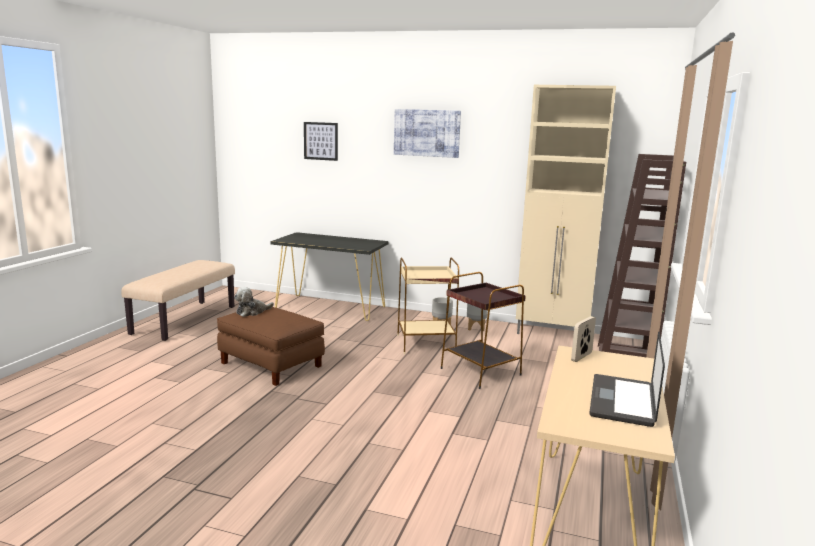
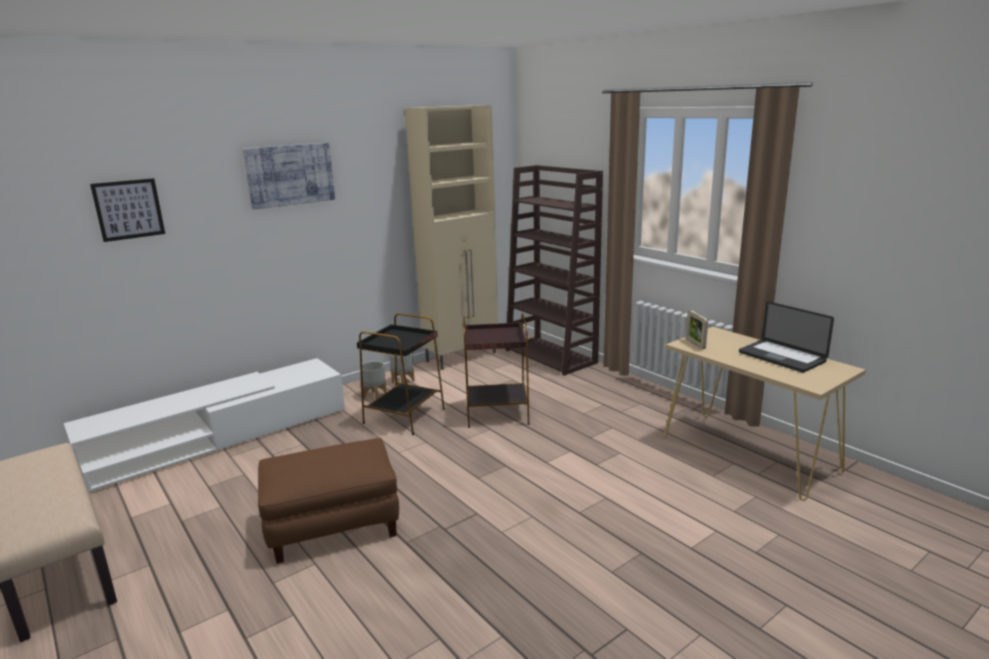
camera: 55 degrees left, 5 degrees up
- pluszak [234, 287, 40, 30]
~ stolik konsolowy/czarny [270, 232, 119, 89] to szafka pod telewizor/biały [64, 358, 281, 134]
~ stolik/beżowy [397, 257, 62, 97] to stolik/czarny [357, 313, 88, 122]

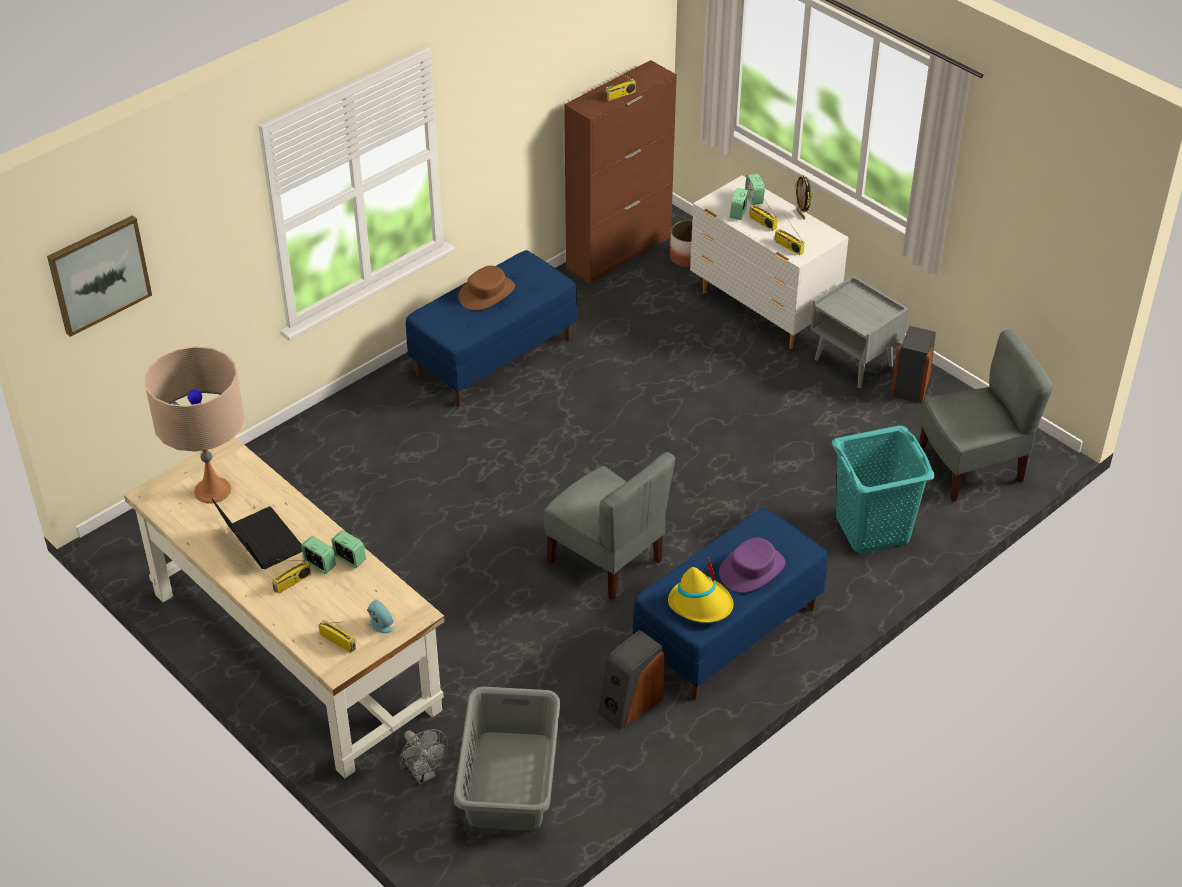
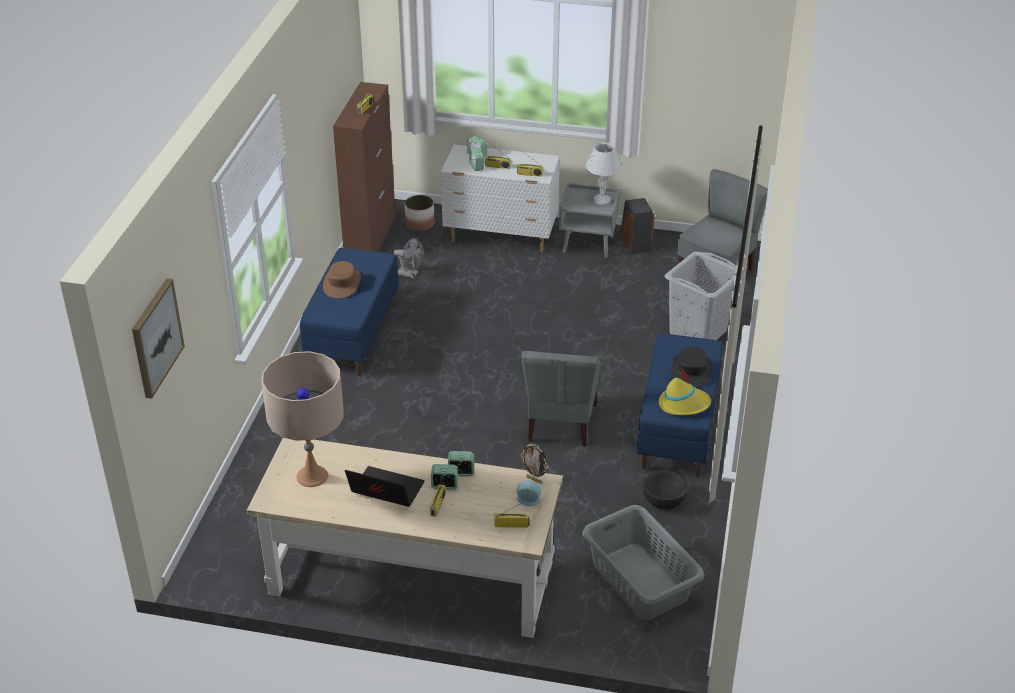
camera: 35 degrees left, 5 degrees down
~ wentylator/szary [399, 729, 49, 56] to [393, 237, 31, 42]
~ krzesło/szary [544, 452, 131, 149] = [522, 351, 78, 95] 90 degrees clockwise
~ głośnik [597, 630, 68, 100] to miska/czarny [643, 470, 45, 40]
~ kapelusz/fioletowy [719, 537, 66, 56] to kapelusz/czarny [672, 346, 40, 42]
~ ramka na zdjęcie [795, 175, 16, 45] to [521, 444, 27, 40]
~ kosz na pranie/turkusowy [832, 425, 103, 128] to kosz na pranie/szary [665, 252, 71, 88]
+ lampa stołowa/biały [586, 143, 36, 62]

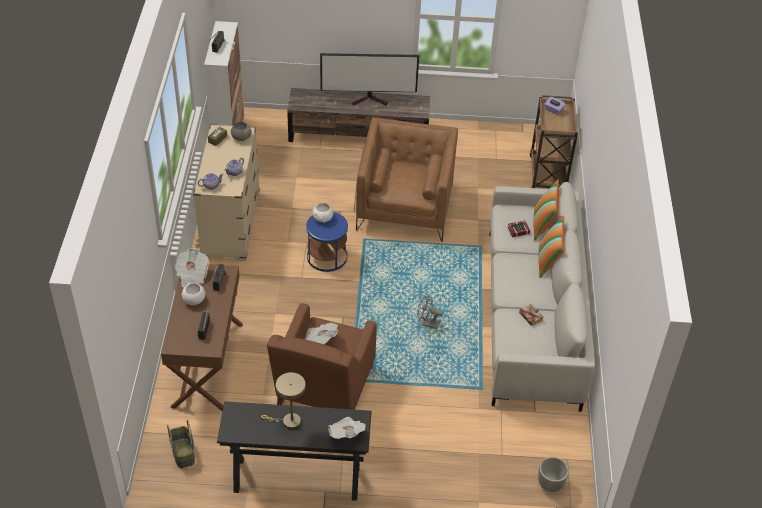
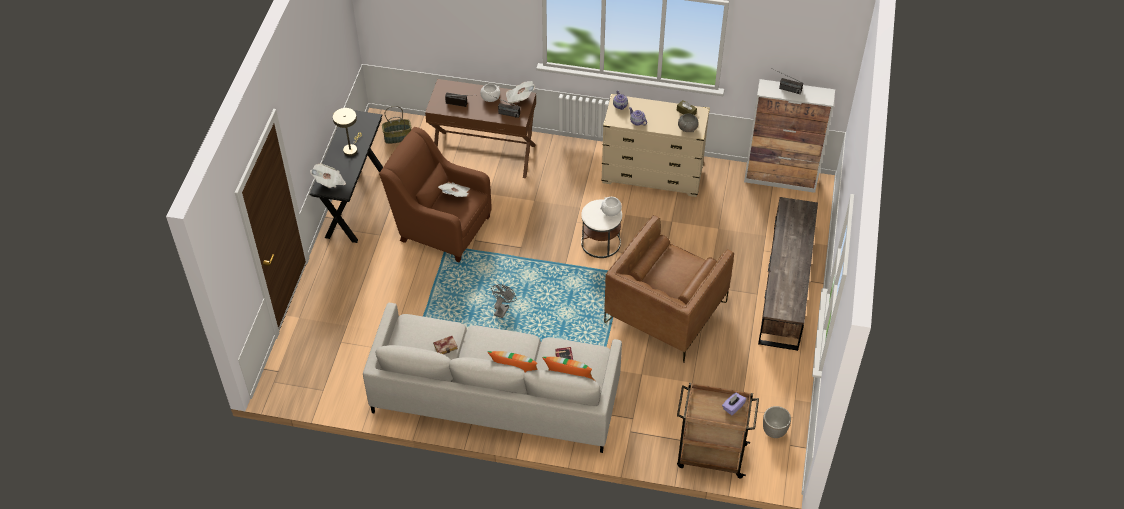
camera: 100 degrees right, 5 degrees up
~ stolik/niebieski [306, 212, 42, 60] to stolik/biały [581, 199, 41, 59]
- telewizor [320, 53, 99, 52]
~ fotel/brązowy [356, 117, 102, 125] = [604, 215, 130, 148] 105 degrees clockwise
~ donica [538, 457, 31, 35] to [763, 406, 28, 32]

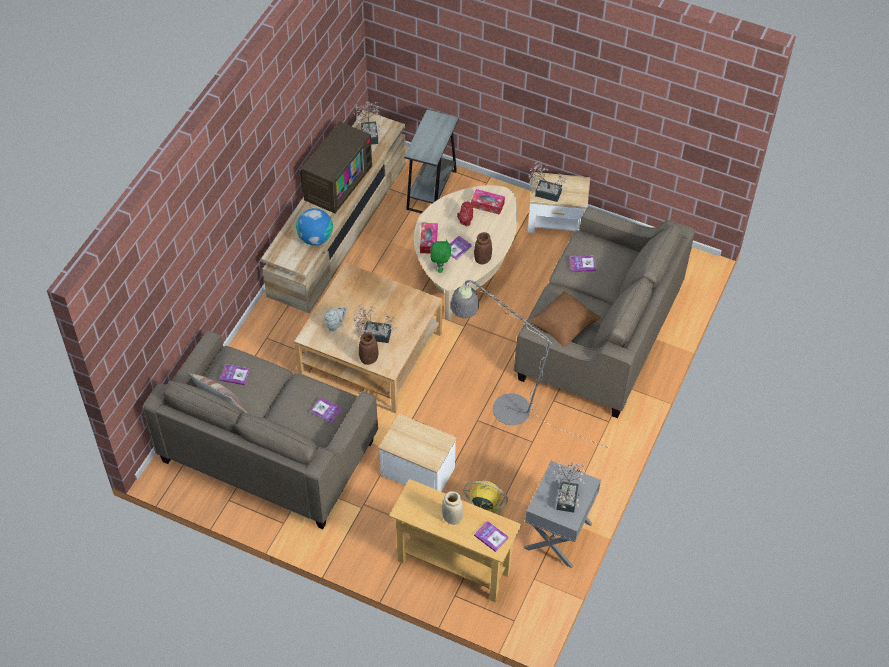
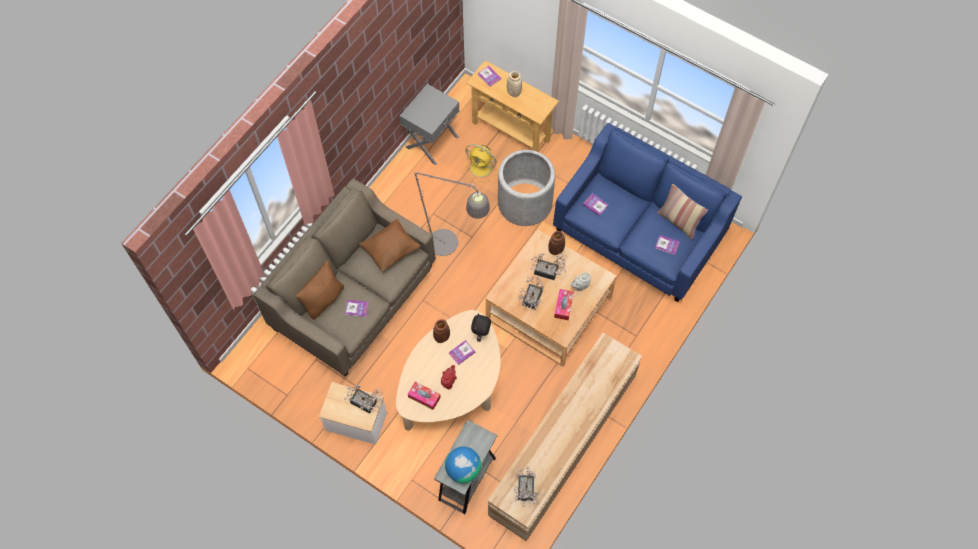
camera: 170 degrees left, 10 degrees up
~ kanapa/beżowy [142, 330, 236, 199] to kanapa/niebieski [553, 123, 189, 179]
~ globus [296, 208, 37, 38] to [445, 446, 36, 37]
- telewizor [300, 122, 72, 91]
~ stolik [379, 414, 77, 78] to donica/szary [498, 150, 57, 76]
~ pudełko chusteczek [420, 223, 18, 31] to [554, 289, 20, 31]
~ pluszak/zielony [430, 239, 21, 34] to pluszak/czarny [471, 313, 20, 29]
~ roślina doniczkowa [553, 462, 32, 51] to [518, 276, 26, 34]
+ poduszka/brązowy [295, 260, 49, 60]

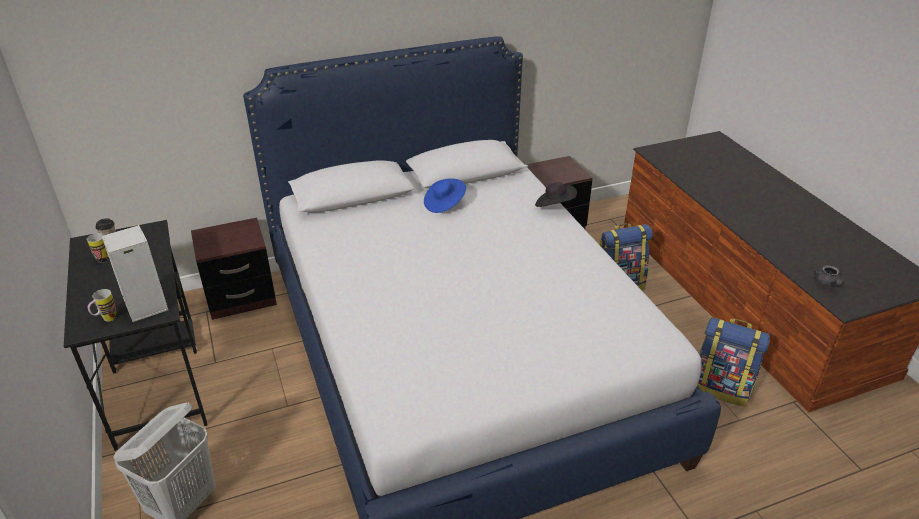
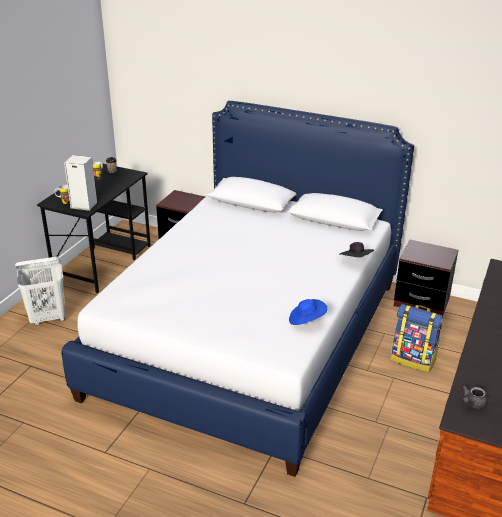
camera: 45 degrees right, 5 degrees down
~ kapelusz/niebieski [424, 178, 42, 35] to [289, 299, 39, 26]
- plecak [697, 317, 73, 90]

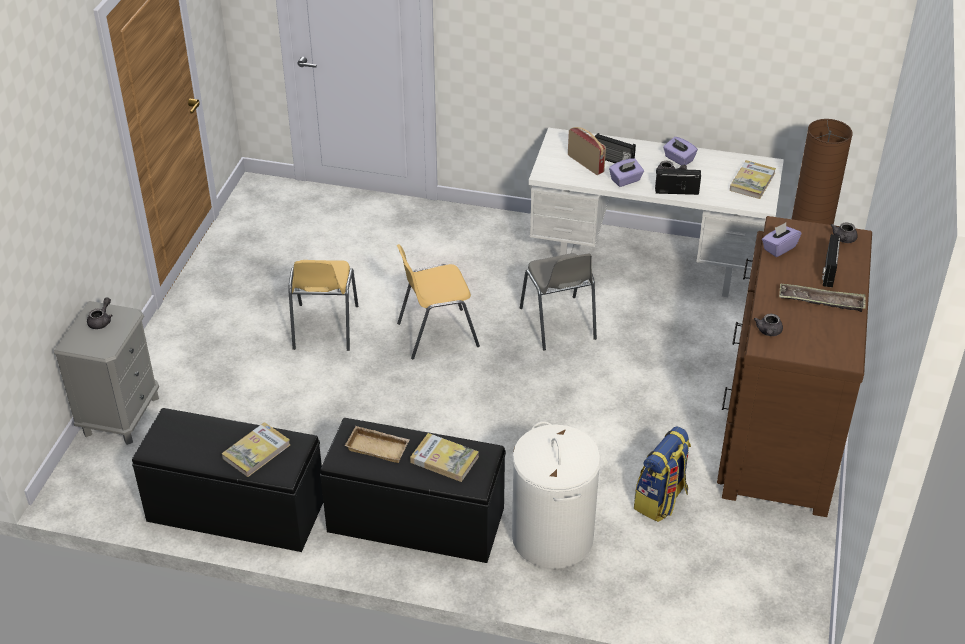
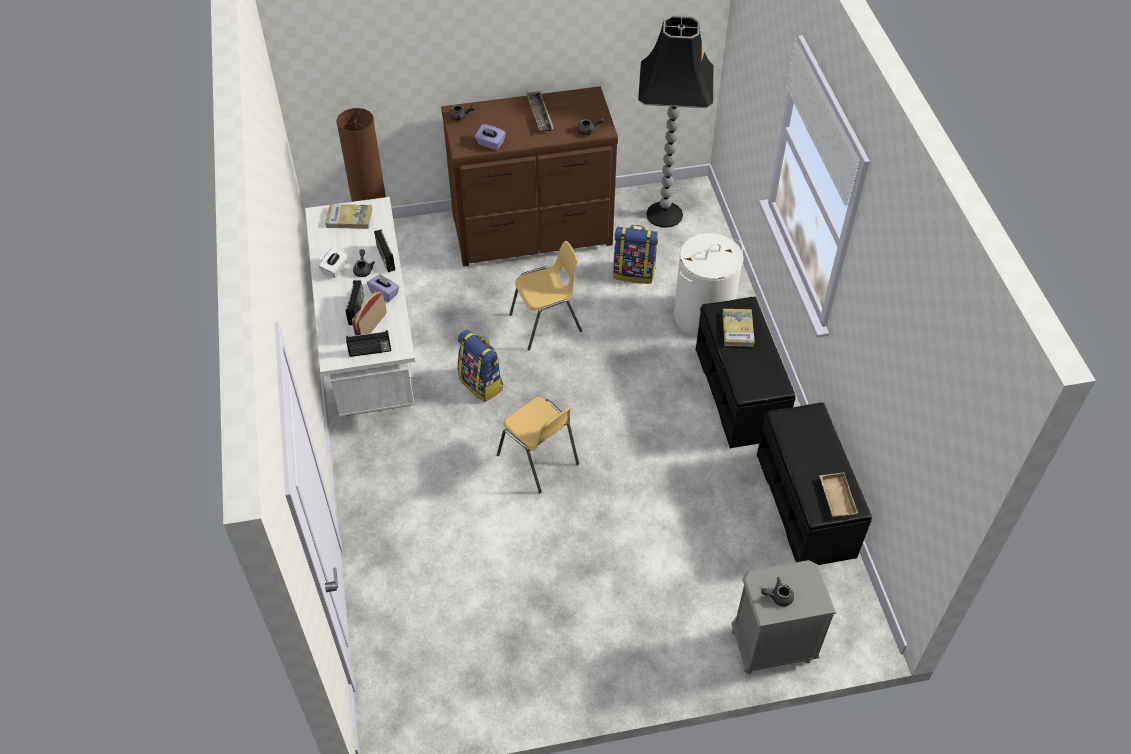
camera: 115 degrees left, 10 degrees up
- książka [222, 422, 68, 55]
~ krzesło/żółty [288, 260, 70, 91] to [509, 241, 73, 109]
~ taca/beżowy [345, 426, 65, 37] to [819, 472, 39, 46]
~ krzesło/szary [520, 253, 77, 98] to plecak [457, 330, 46, 72]
~ pudełko chusteczek/fioletowy [663, 137, 35, 28] to pudełko chusteczek/biały [319, 248, 29, 30]
~ radio [822, 234, 19, 53] to [346, 330, 45, 27]
+ lampa stojąca/czarny [638, 15, 76, 213]

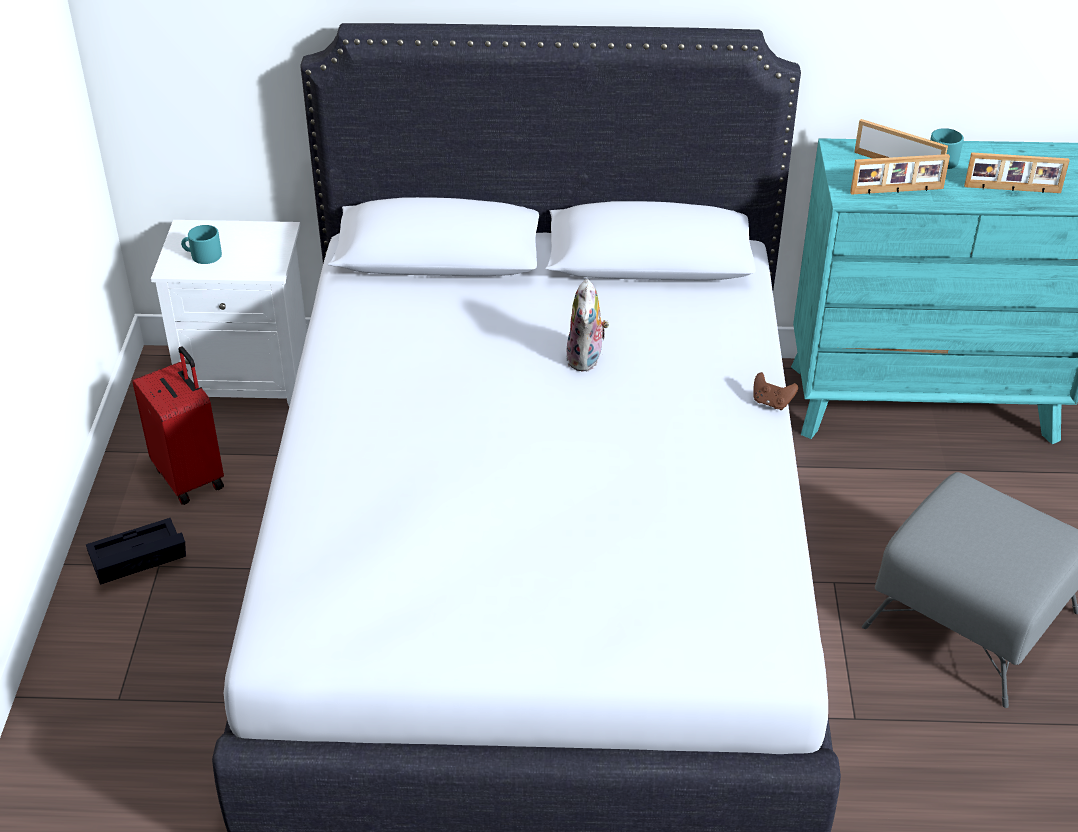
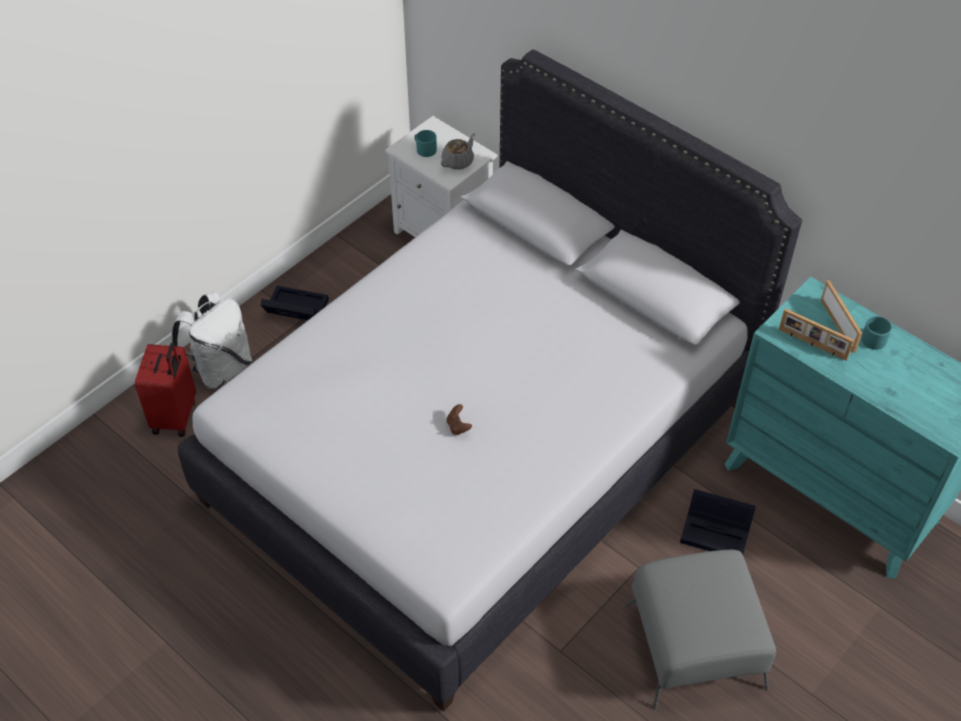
camera: 40 degrees right, 10 degrees up
~ walizka/czerwony [132, 346, 92, 159] to [135, 342, 61, 95]
- pluszak [566, 279, 43, 92]
~ pad do gier/brązowy [753, 372, 45, 38] to [447, 404, 25, 31]
- ramka na zdjęcie [964, 152, 106, 41]
+ plecak/biały [172, 292, 80, 97]
+ imbryk/szary [441, 133, 35, 37]
+ pojemnik do przechowywania/czarny [680, 489, 76, 65]

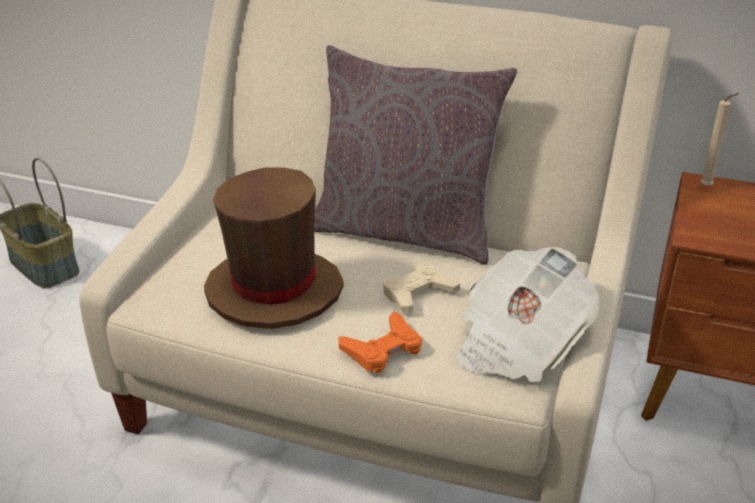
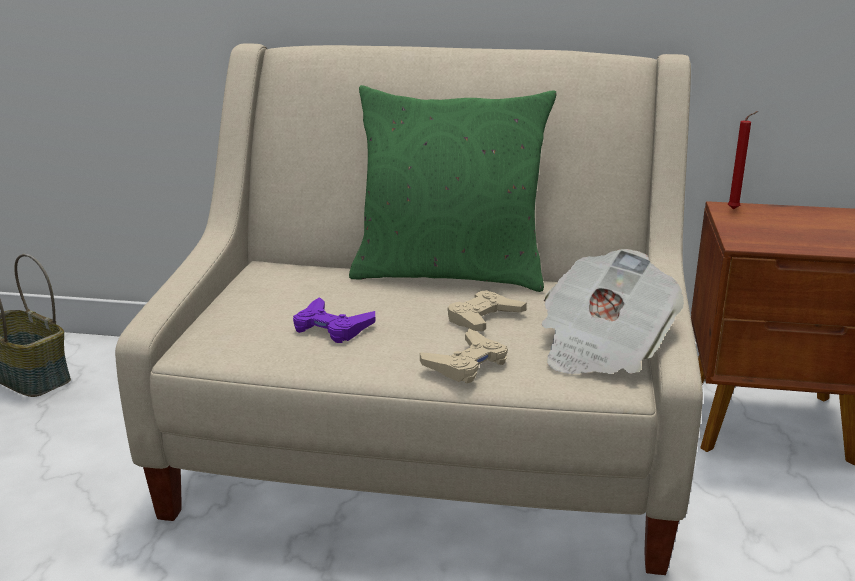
camera: 10 degrees left, 10 degrees down
~ kapelusz/brązowy [204, 167, 140, 162] to pad do gier/fioletowy [293, 297, 82, 46]
~ poduszka/szary [314, 45, 203, 220] to poduszka/zielony [349, 85, 208, 207]
~ pad do gier/pomarańczowy [338, 312, 84, 61] to pad do gier/beżowy [420, 329, 88, 54]
~ świeca/beżowy [700, 93, 40, 94] to świeca/czerwony [728, 111, 30, 99]

